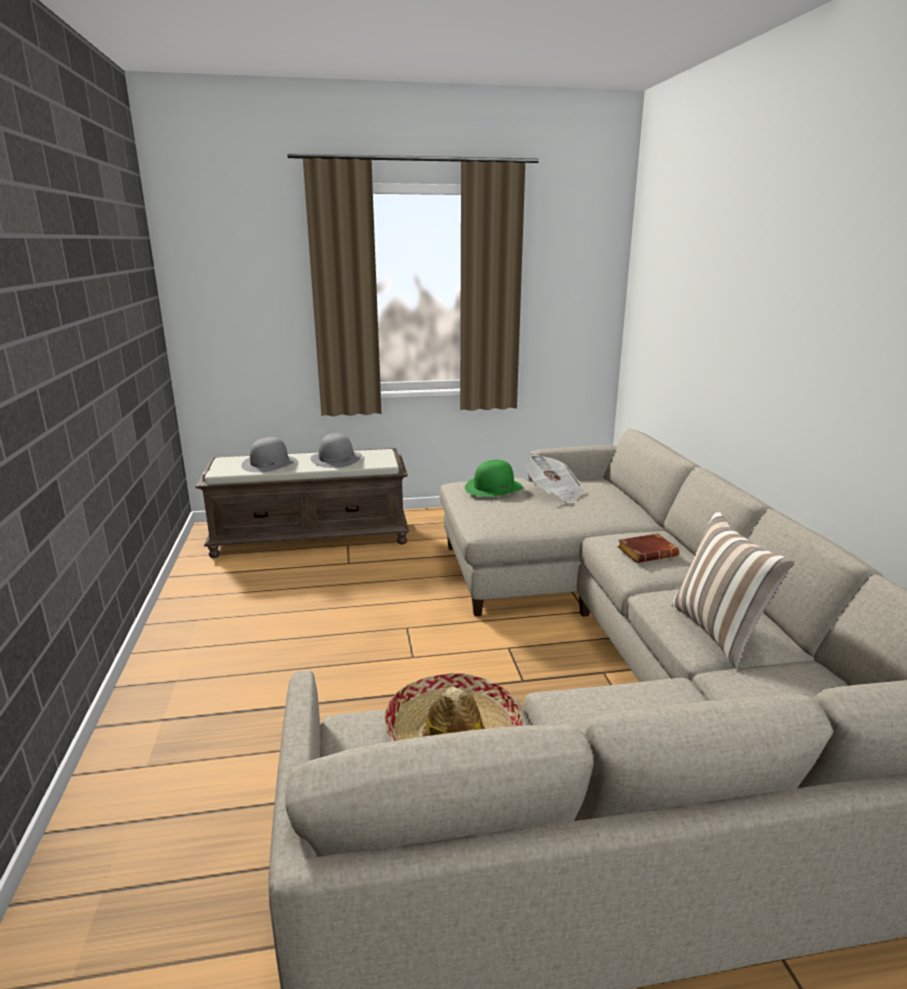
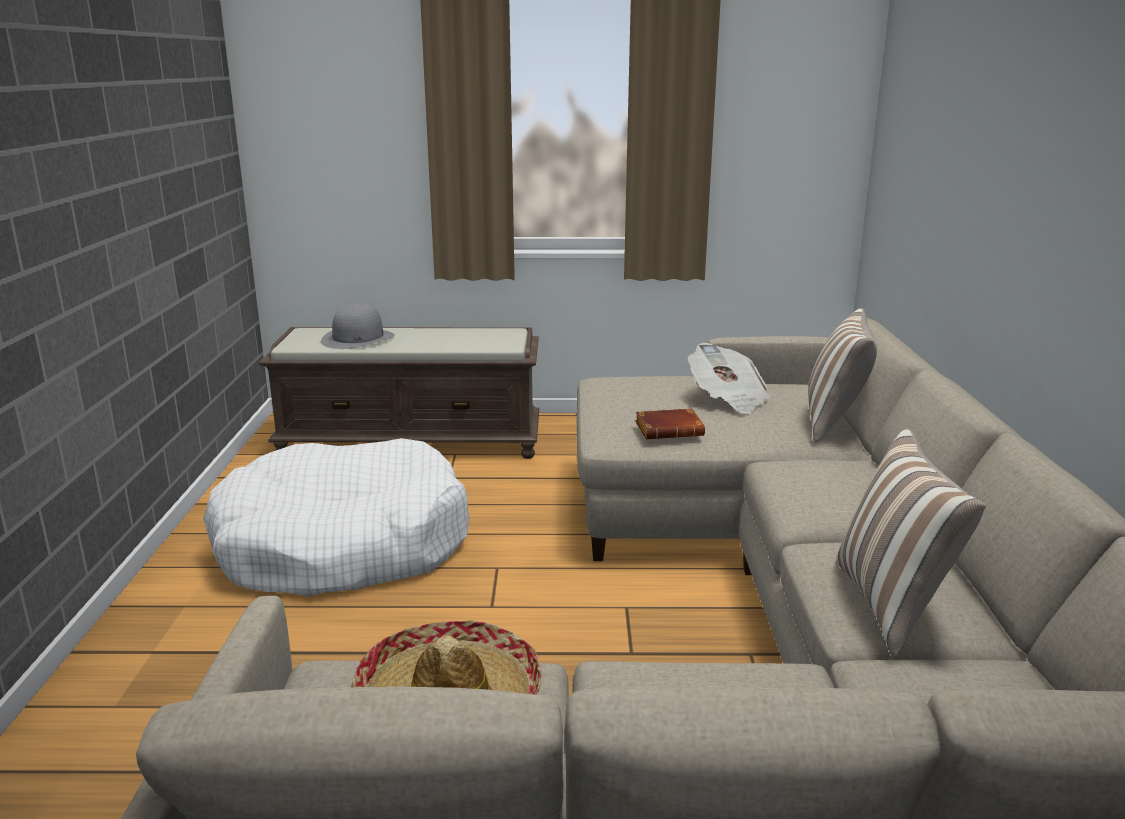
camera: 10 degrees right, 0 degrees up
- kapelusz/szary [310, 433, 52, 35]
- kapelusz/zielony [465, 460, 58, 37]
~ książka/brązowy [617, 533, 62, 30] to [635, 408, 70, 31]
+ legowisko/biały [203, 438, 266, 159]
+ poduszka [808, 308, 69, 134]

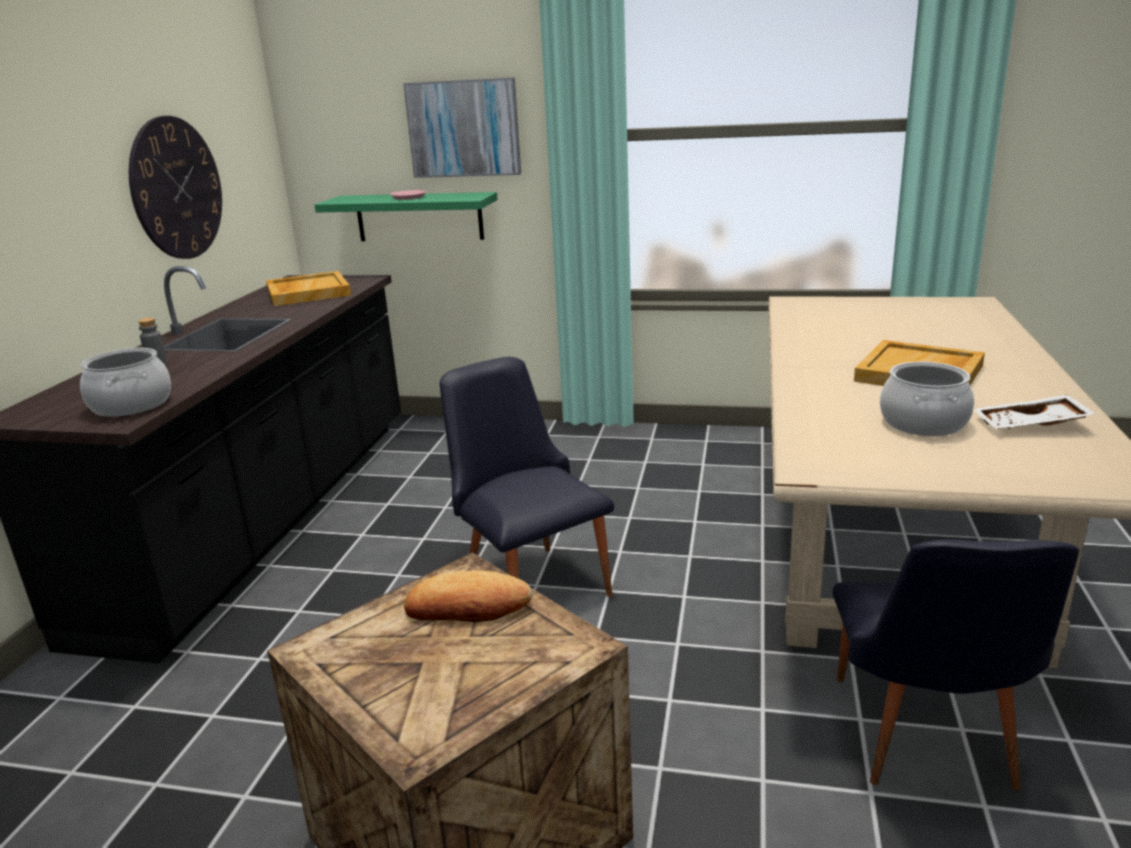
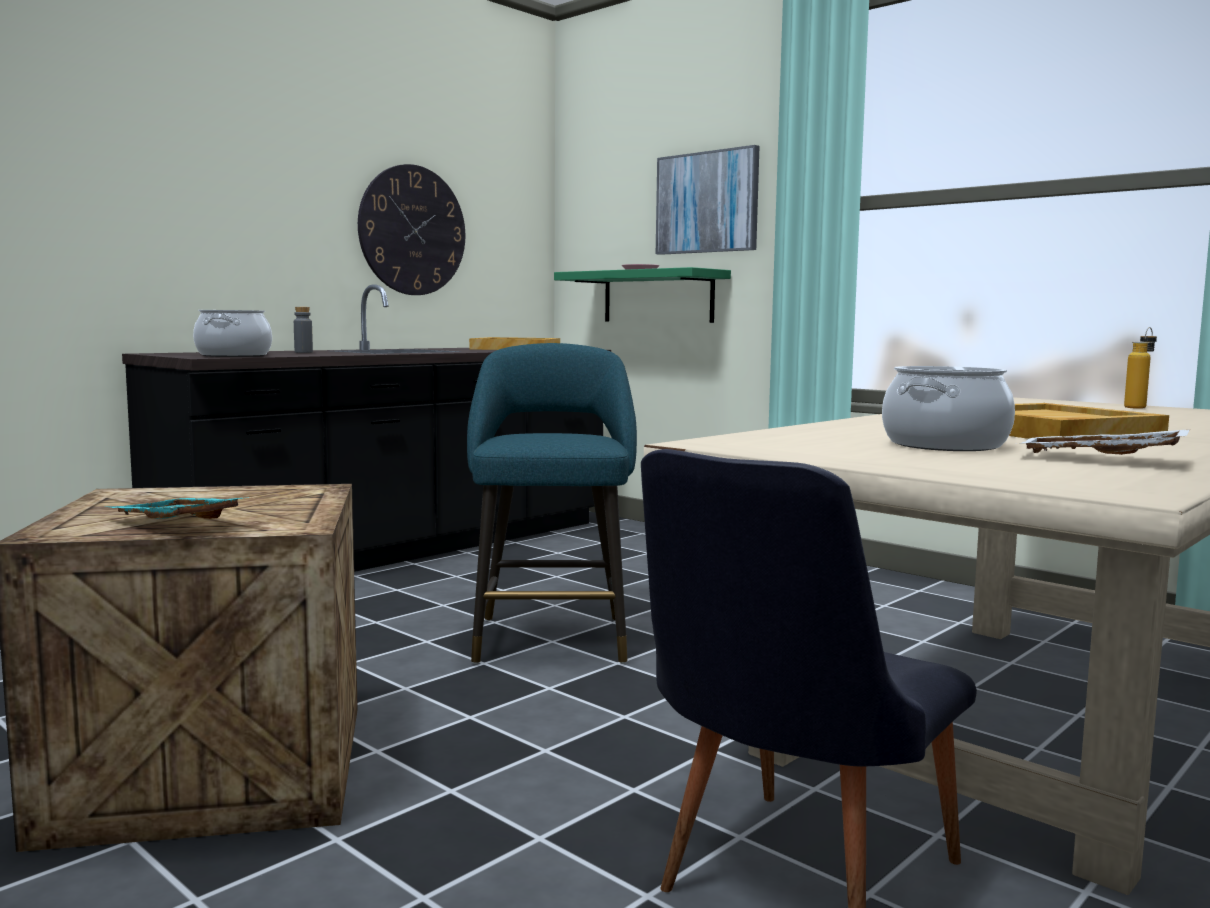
camera: 30 degrees right, 15 degrees down
- chleb [404, 570, 129, 52]
~ krzesło/czarny [439, 357, 175, 240] to stołek/turkusowy [467, 343, 170, 321]
+ taca/turkusowy [107, 497, 144, 22]
+ butelka [1124, 327, 33, 82]

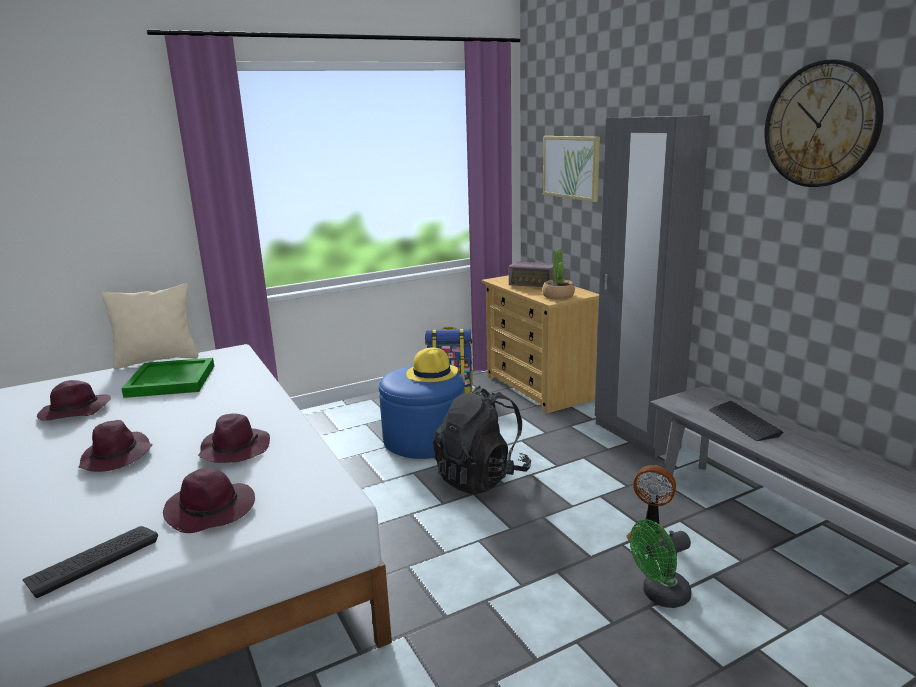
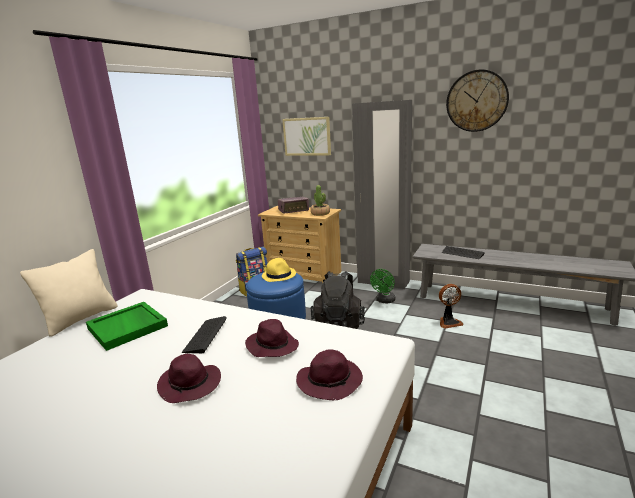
camera: 35 degrees left, 0 degrees up
~ klawiatura [23, 526, 135, 72] to [182, 316, 45, 37]
- kapelusz/fioletowy [37, 380, 74, 40]
~ wentylator/zielony [630, 520, 62, 88] to [370, 269, 26, 35]

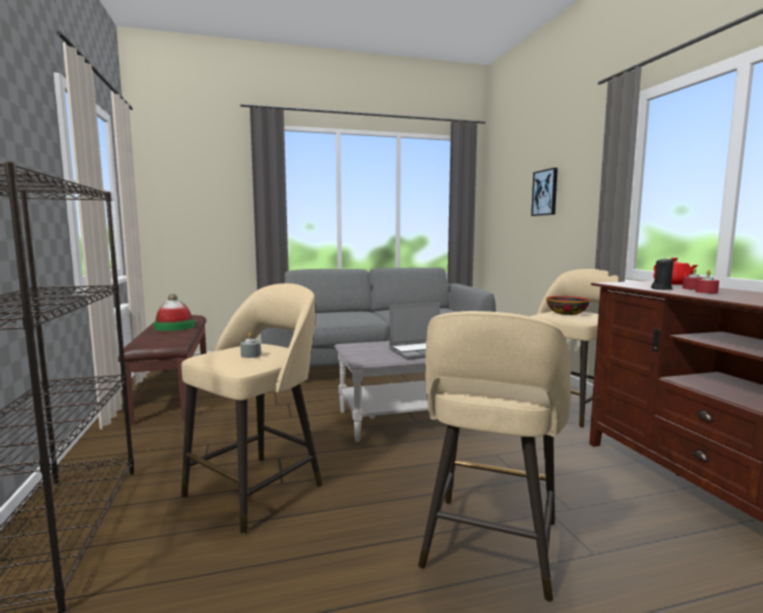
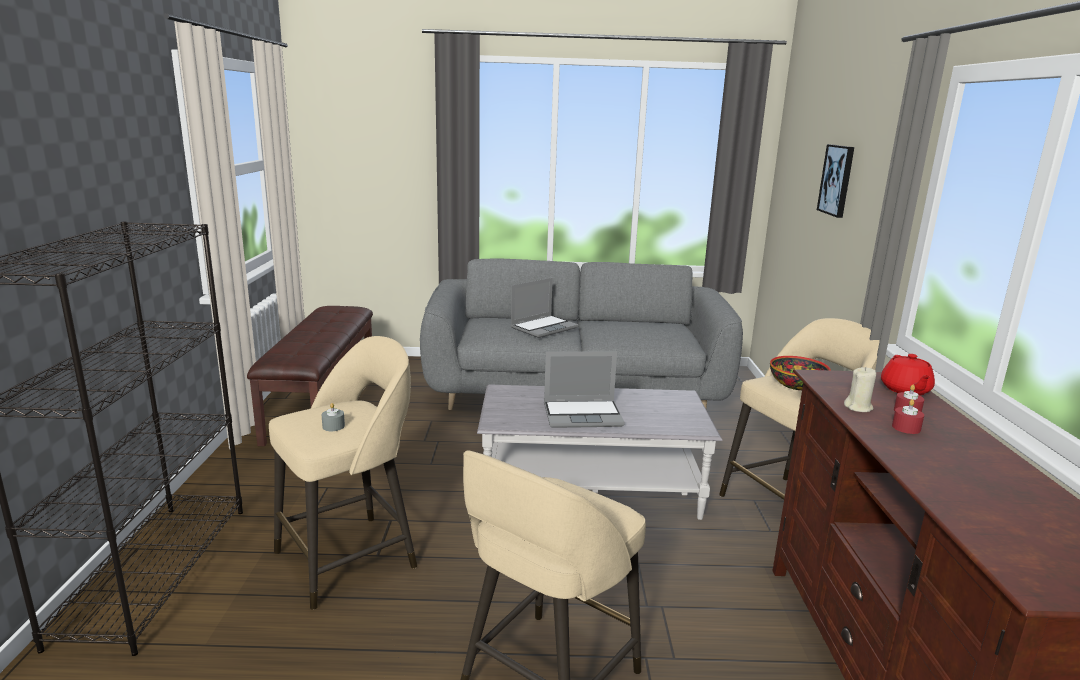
camera: 15 degrees right, 10 degrees up
- kapelusz [154, 294, 41, 37]
~ świeca/czarny [651, 258, 23, 32] to świeca/beżowy [844, 367, 32, 45]
+ laptop [511, 278, 67, 60]

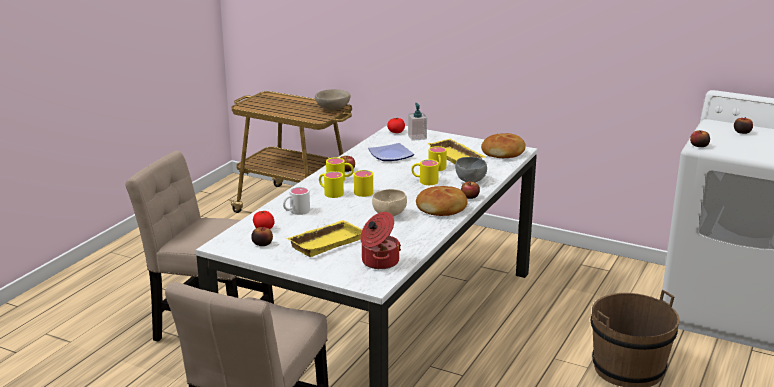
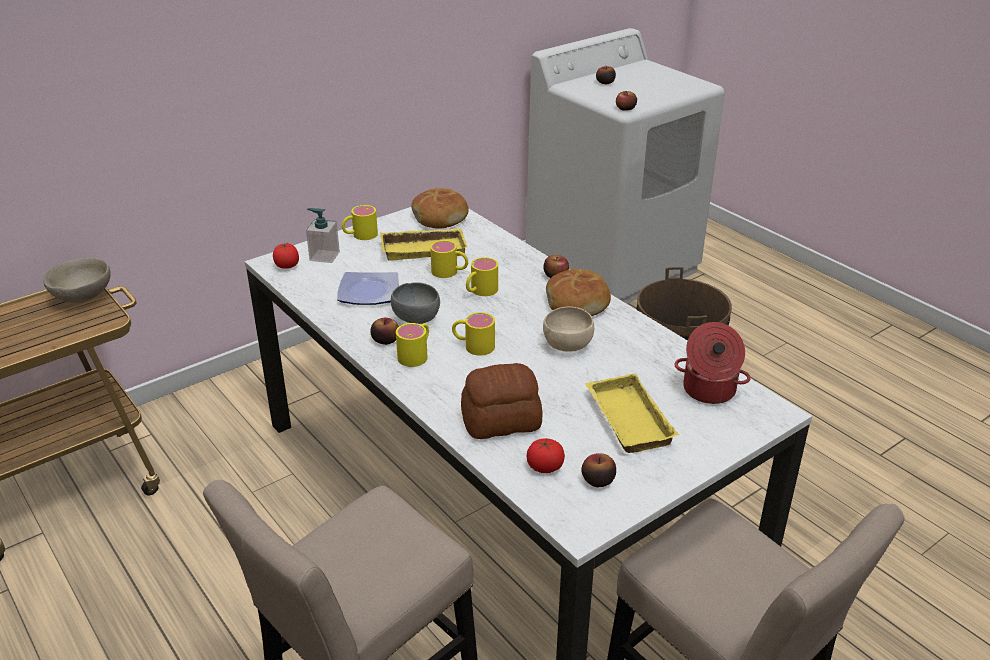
camera: 65 degrees left, 10 degrees up
~ kubek/biały [283, 187, 27, 28] to chleb [461, 363, 82, 76]
~ kubek/żółty [319, 171, 25, 27] to [342, 205, 36, 35]
~ miska/szary [455, 157, 32, 25] to [391, 282, 49, 42]

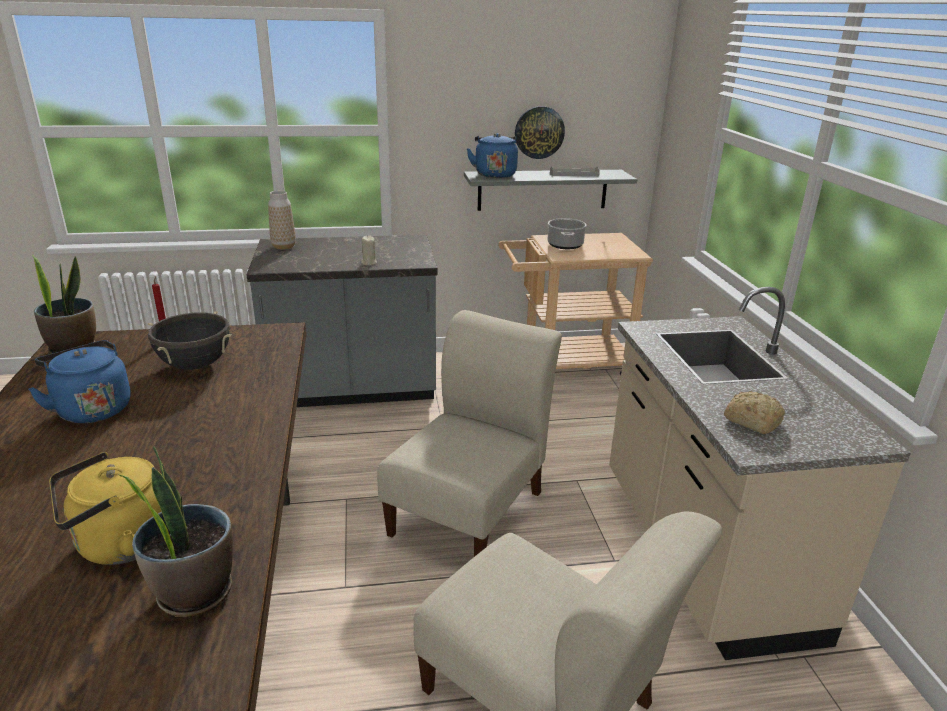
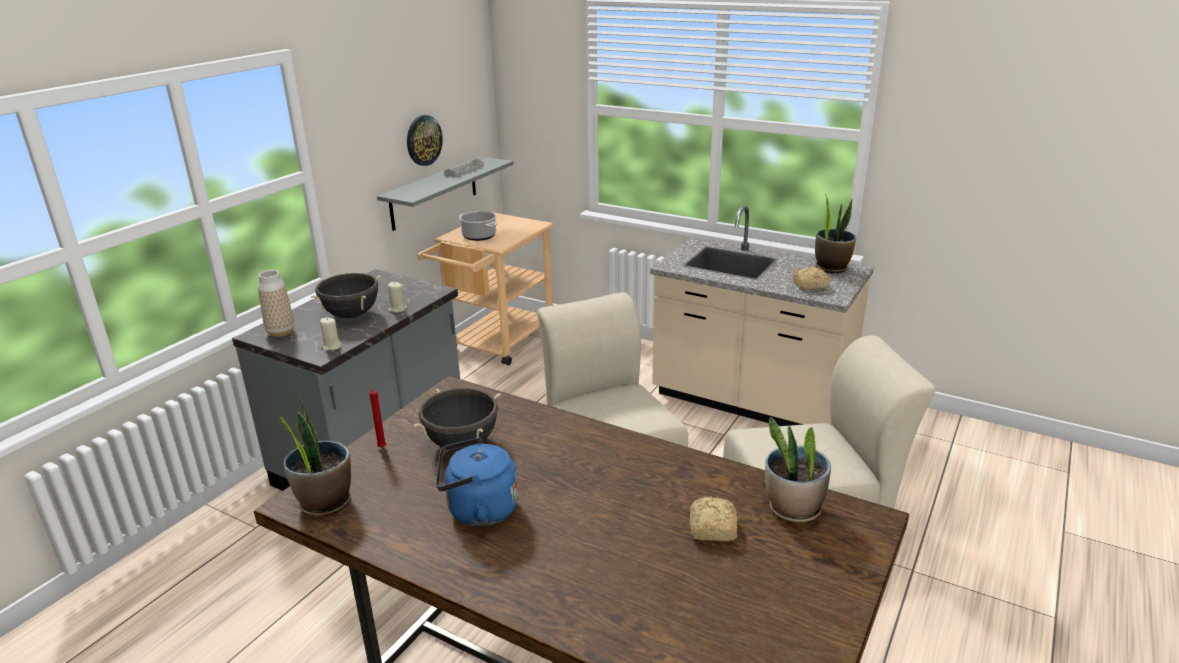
camera: 50 degrees left, 0 degrees up
~ czajnik/żółty [49, 452, 113, 113] to chleb [690, 496, 48, 45]
- czajnik/niebieski [466, 133, 52, 45]
+ garnek/czarny [311, 273, 70, 45]
+ świeca/beżowy [320, 318, 22, 33]
+ roślina doniczkowa [815, 195, 42, 79]

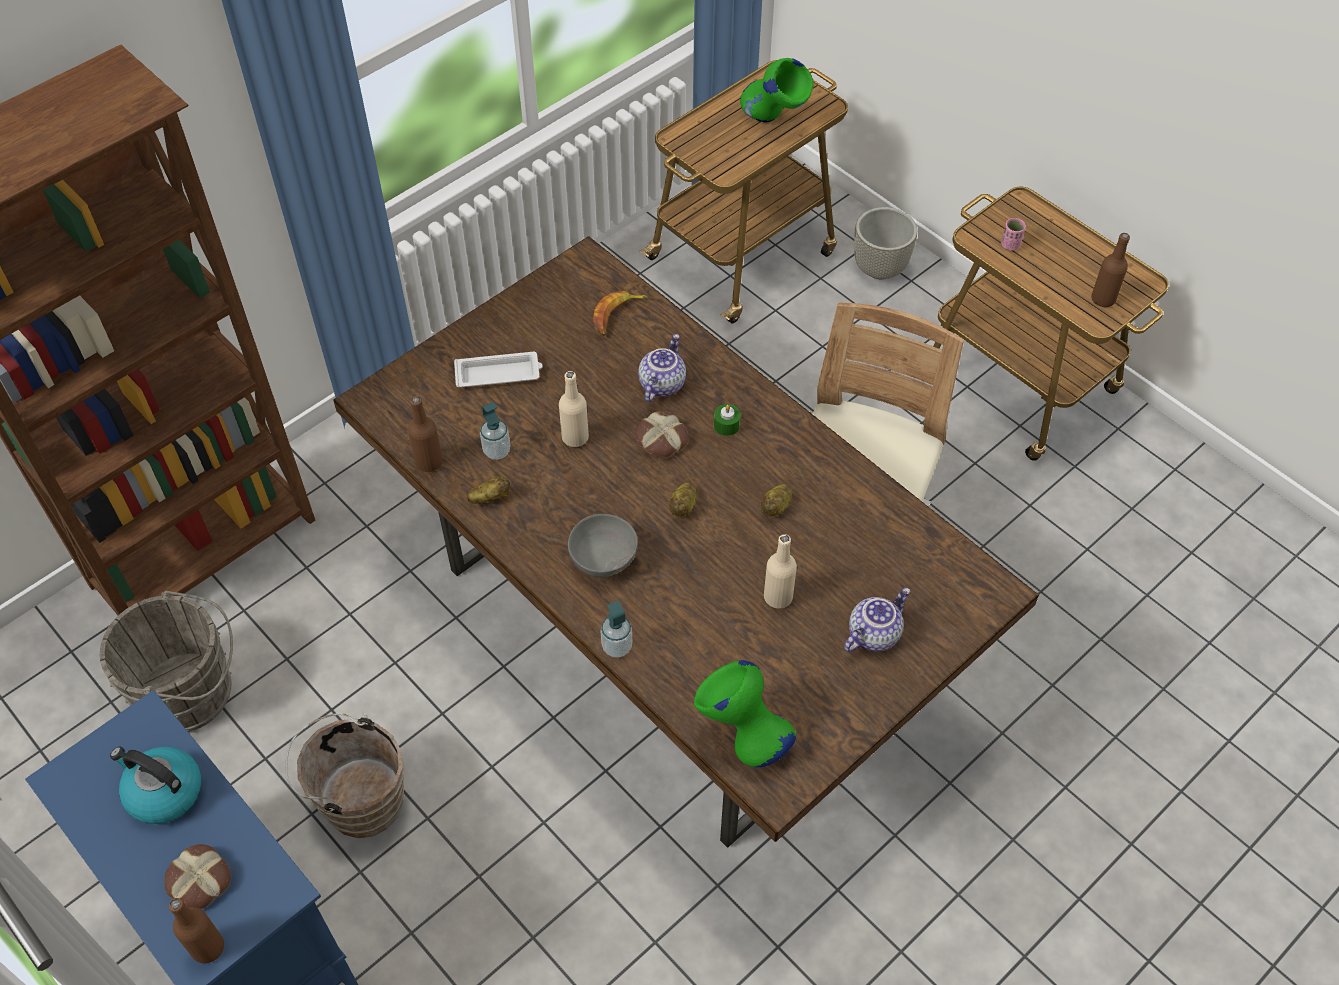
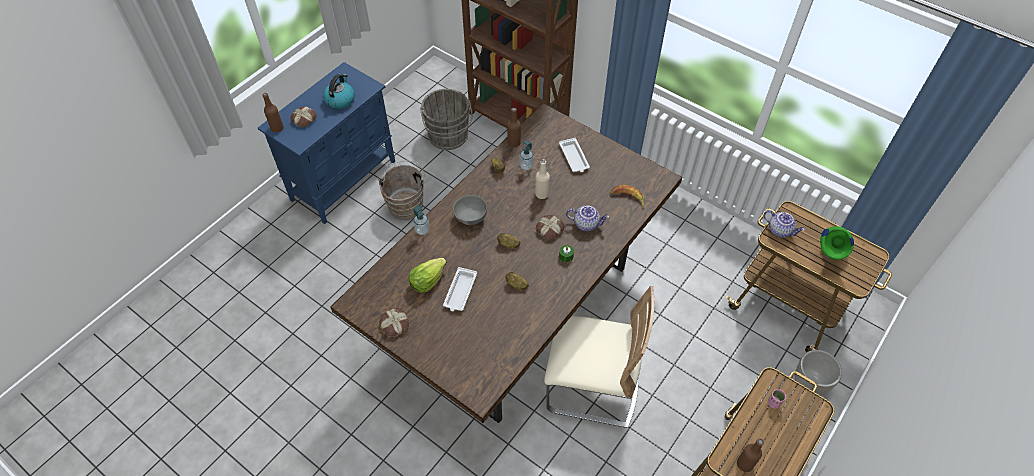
camera: 80 degrees right, 0 degrees up
- wazon/zielony [694, 660, 102, 107]
~ butelka/beżowy [764, 534, 33, 74] to taca/biały [443, 267, 34, 44]
~ imbryk [844, 588, 66, 64] to [763, 210, 42, 28]
+ chleb [379, 308, 30, 29]
+ sałata [408, 258, 39, 35]

